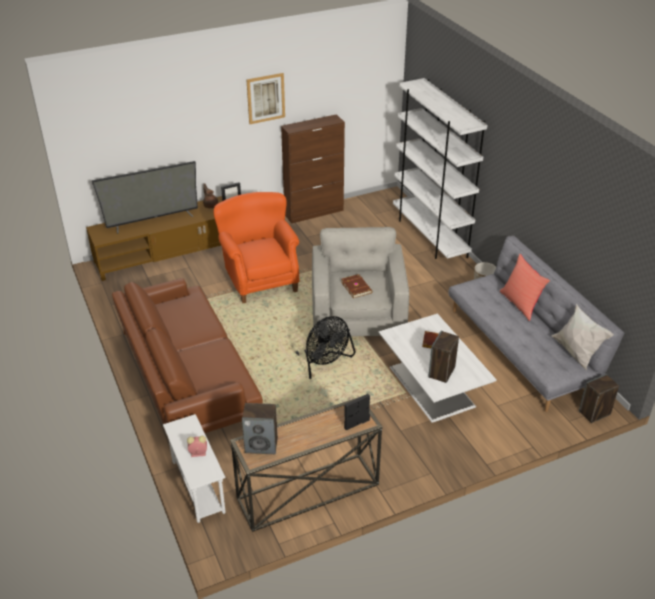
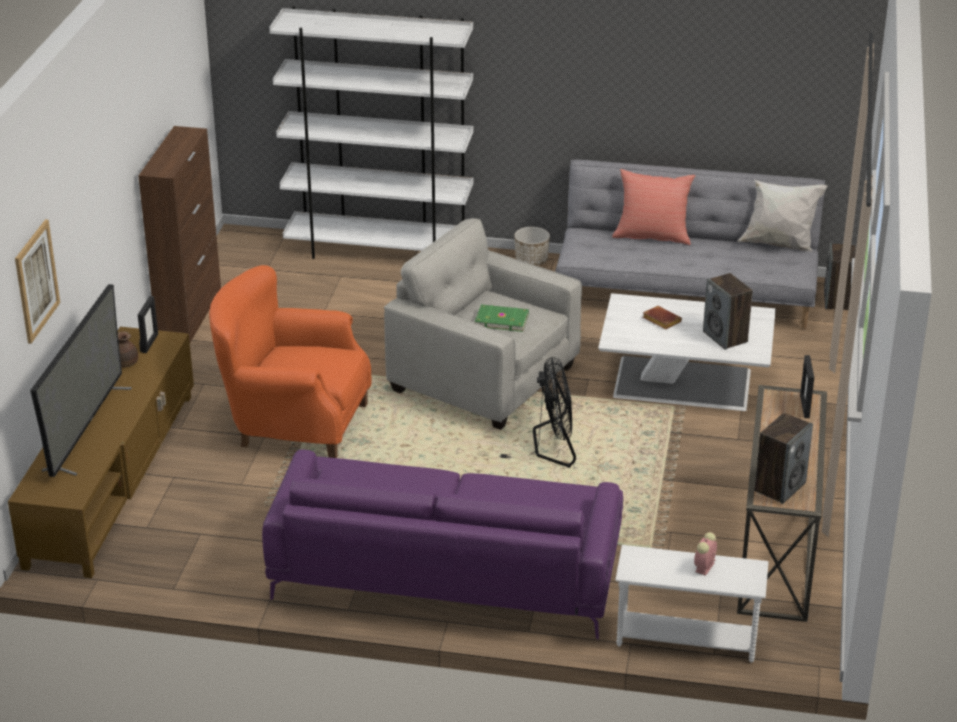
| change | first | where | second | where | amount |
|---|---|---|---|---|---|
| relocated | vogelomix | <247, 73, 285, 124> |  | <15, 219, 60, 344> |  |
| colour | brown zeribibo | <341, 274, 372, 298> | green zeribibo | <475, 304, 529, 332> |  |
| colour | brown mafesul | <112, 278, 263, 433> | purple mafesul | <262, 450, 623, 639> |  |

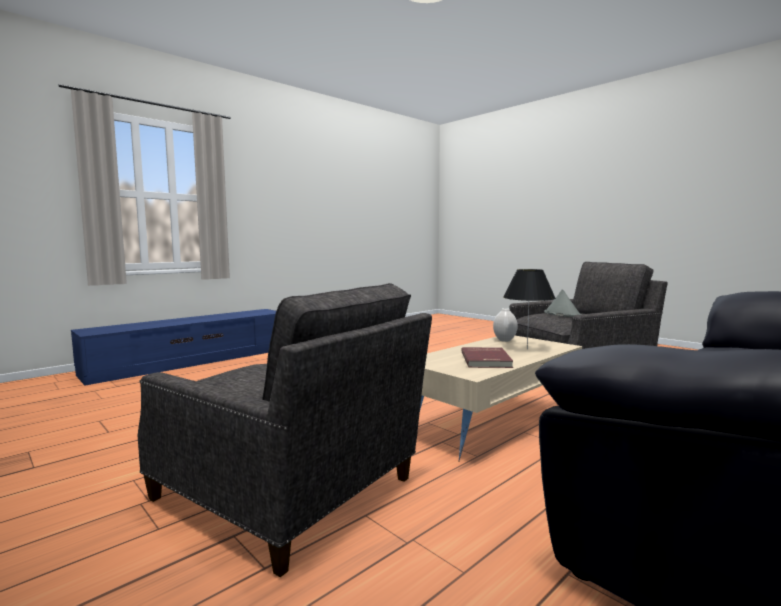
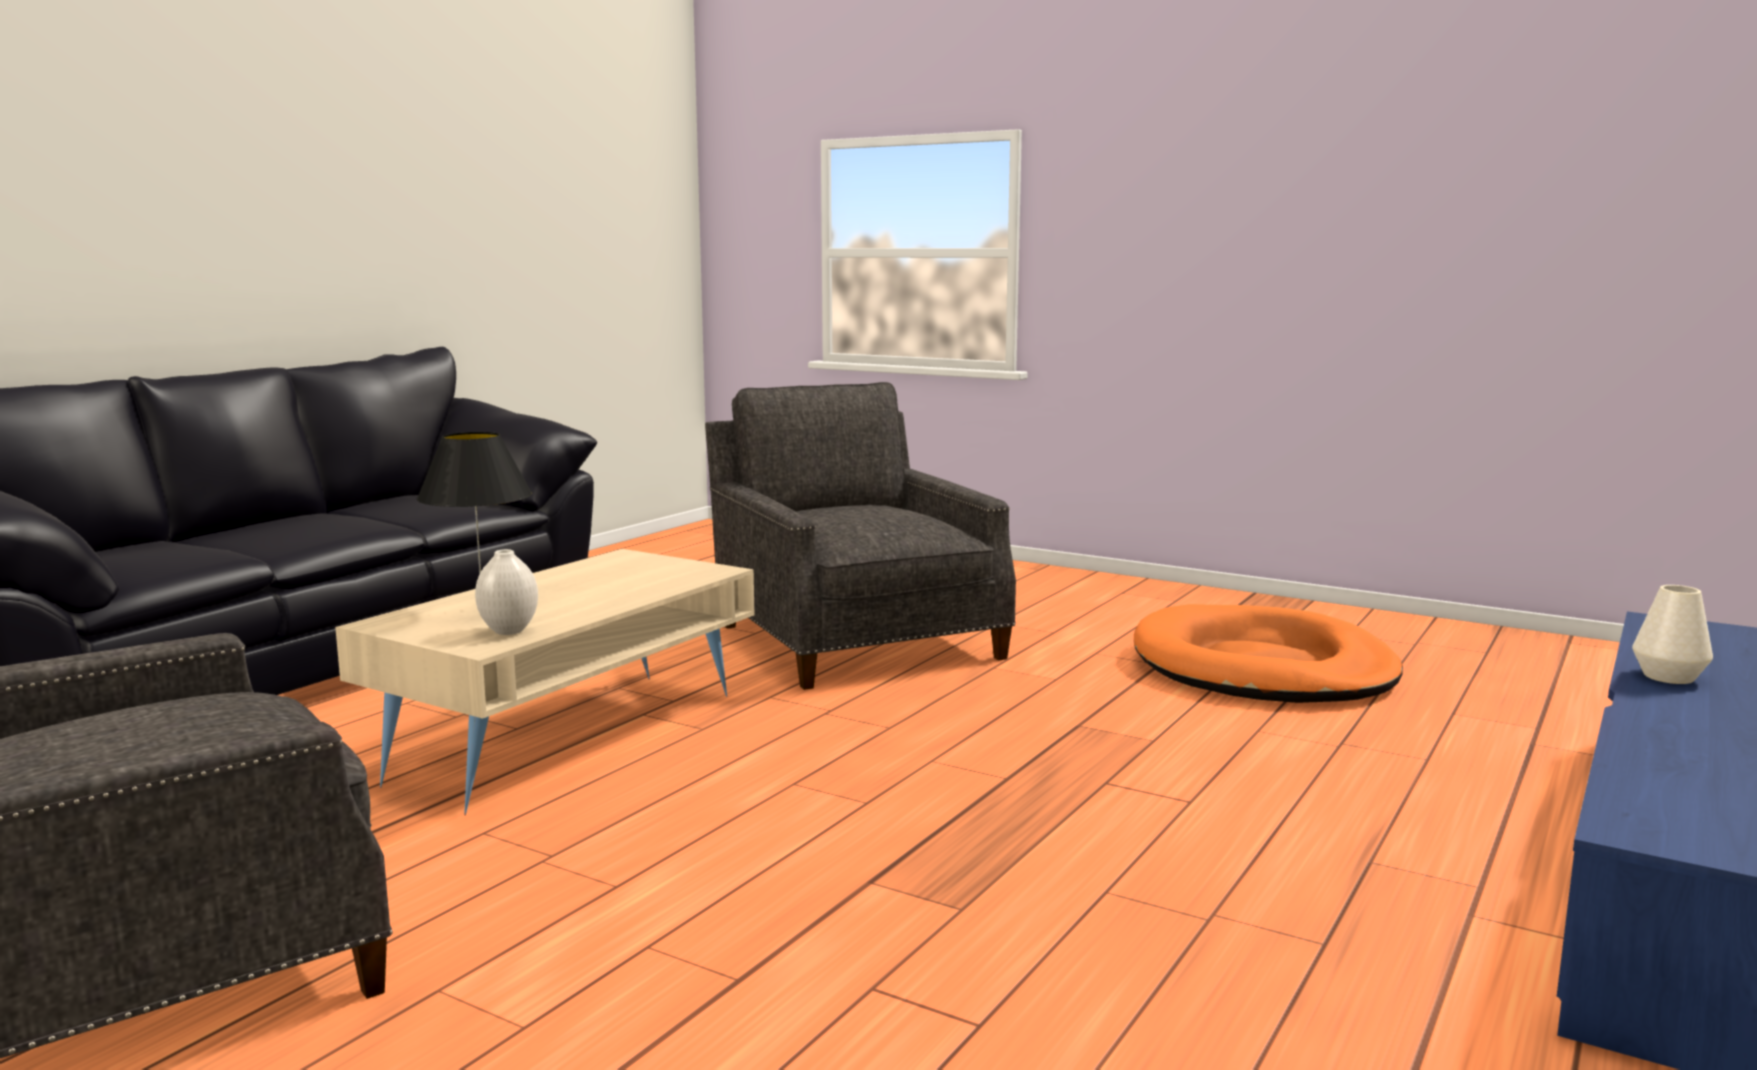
| change | first | where | second | where | amount |
|---|---|---|---|---|---|
| spun | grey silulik | <138, 283, 432, 577> |  | <705, 382, 1016, 690> | 45 degrees clockwise |
| missing | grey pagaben | <544, 289, 581, 317> |  |  |  |
| missing | red zeribibo | <461, 347, 513, 368> |  |  |  |
| appeared |  |  | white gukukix | <1632, 585, 1713, 684> |  |
| appeared |  |  | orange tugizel | <1134, 604, 1403, 703> |  |

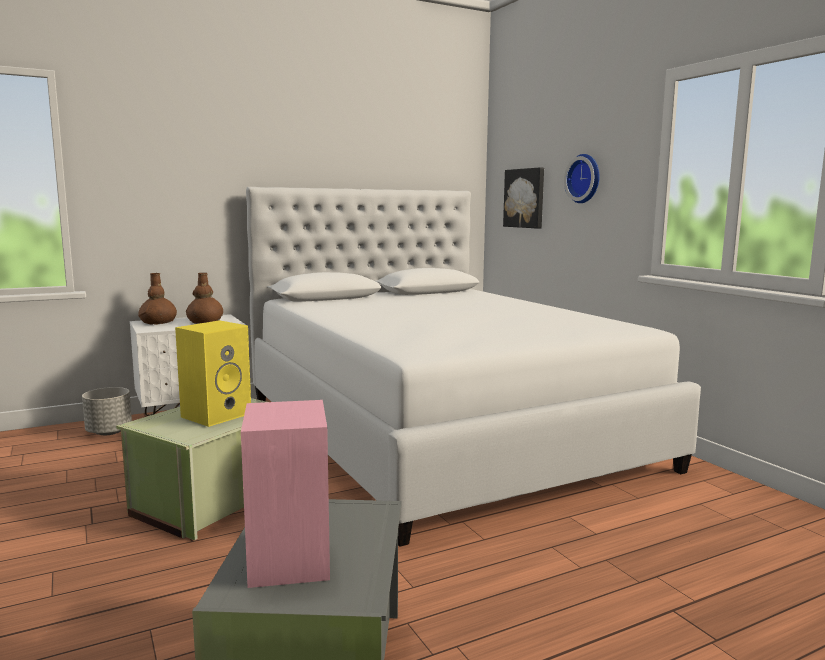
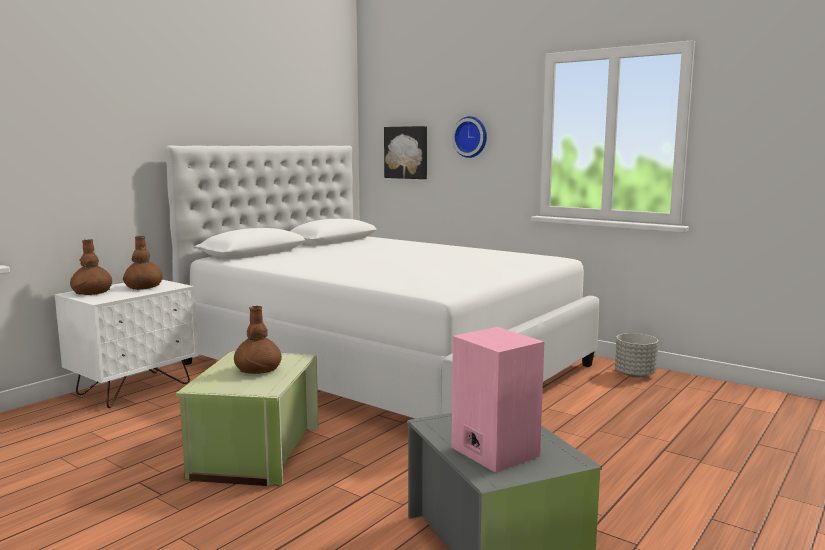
| change | first | where | second | where | amount |
|---|---|---|---|---|---|
| exchanged | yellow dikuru | <175, 320, 251, 427> | brown gukukix | <234, 306, 282, 374> |  |
| relocated | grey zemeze | <82, 387, 132, 435> |  | <615, 333, 658, 378> |  |

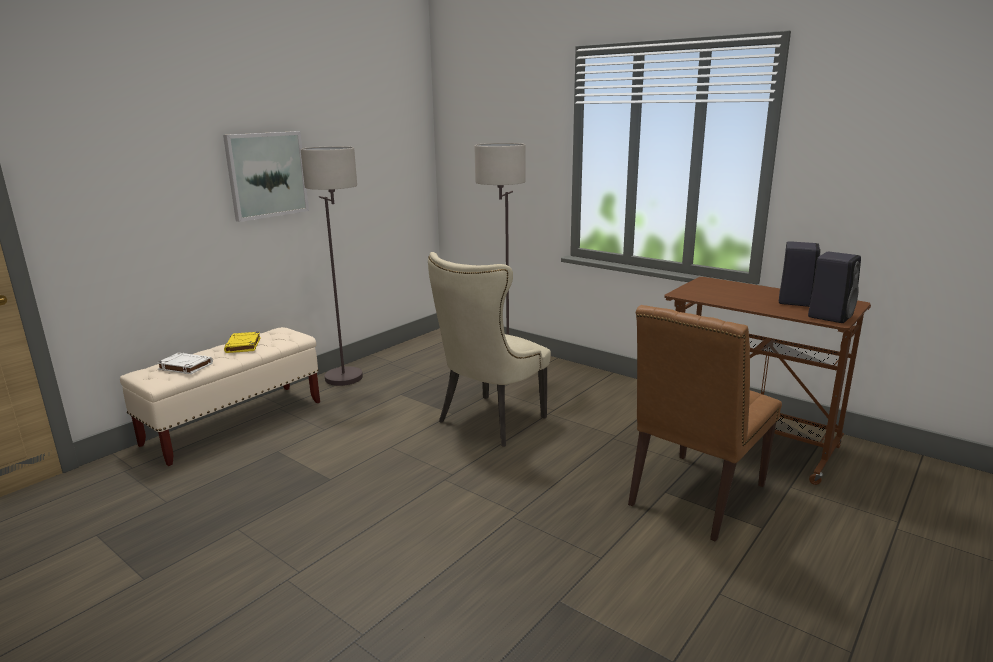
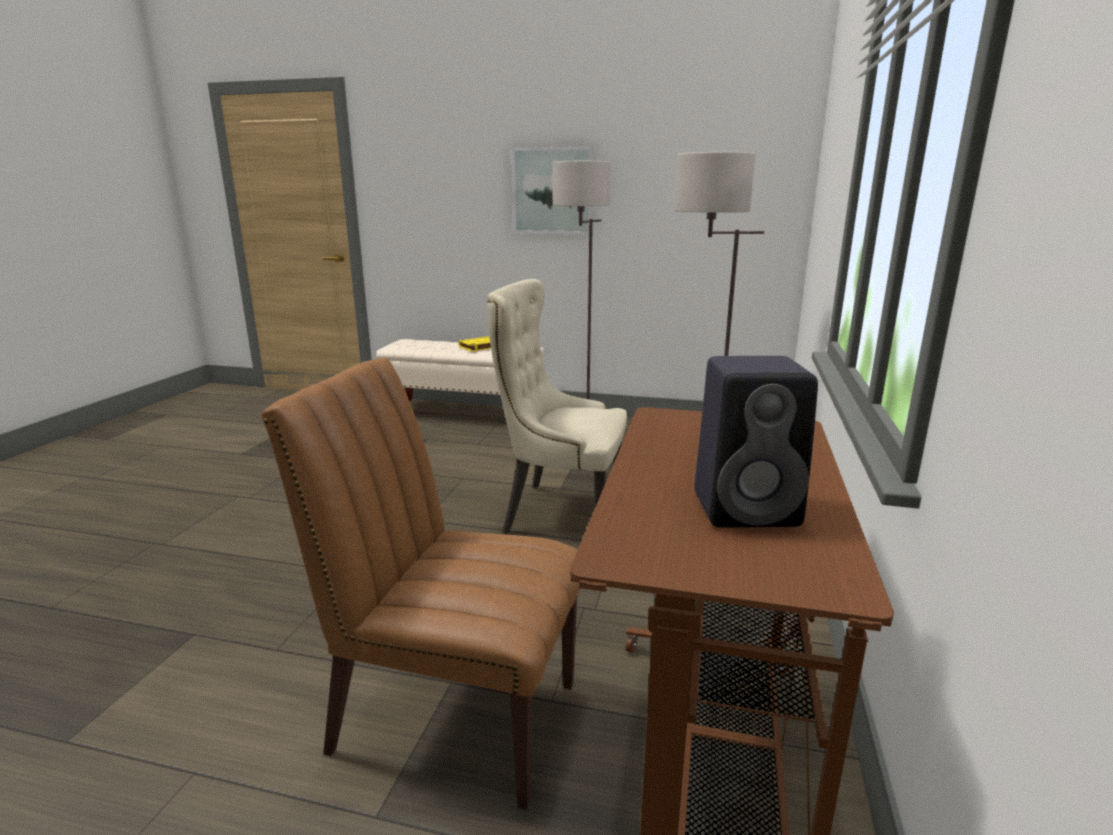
| change | first | where | second | where | amount |
|---|---|---|---|---|---|
| missing | black dikuru | <808, 252, 861, 323> |  |  |  |
| missing | white zeribibo | <157, 353, 213, 374> |  |  |  |

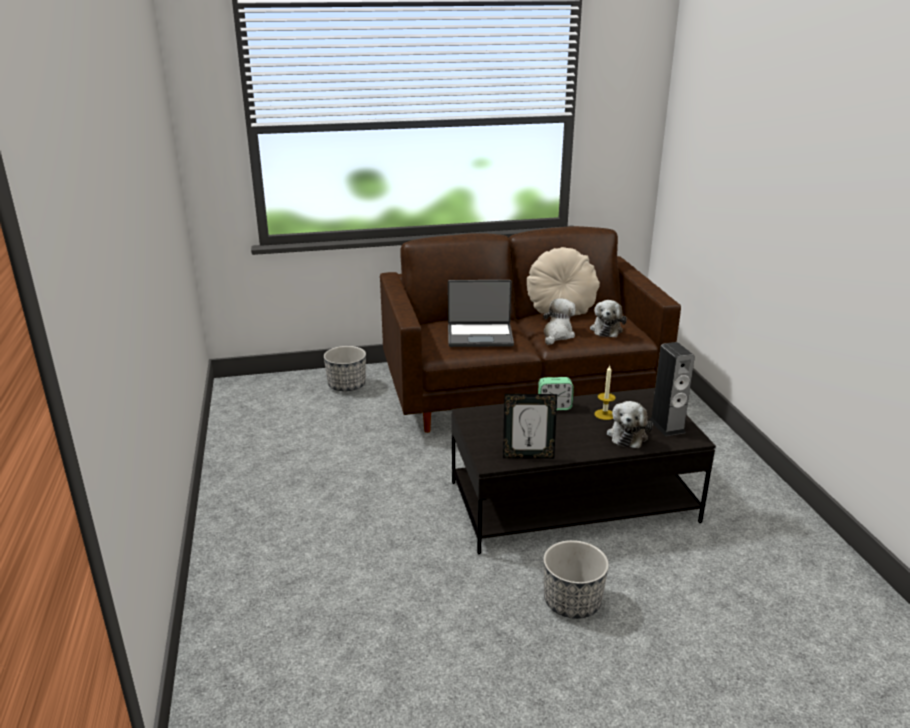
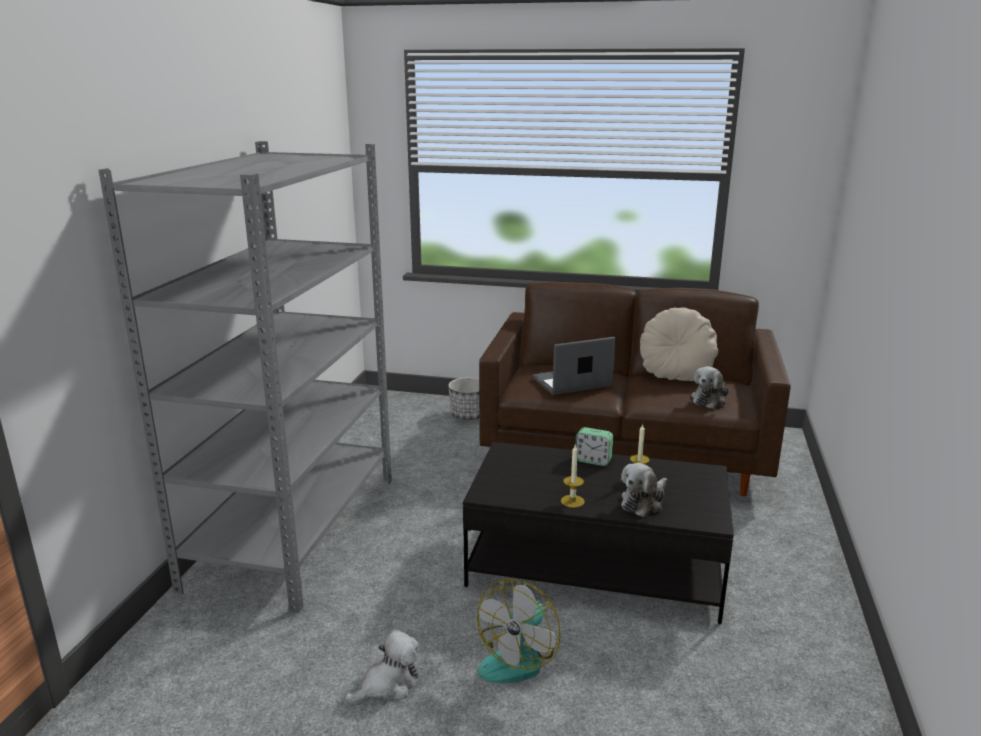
| change | first | where | second | where | amount |
|---|---|---|---|---|---|
| spun | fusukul | <448, 280, 514, 347> |  | <533, 337, 616, 395> | 135 degrees clockwise |
| relocated | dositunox | <543, 298, 576, 345> |  | <345, 629, 419, 705> |  |
| missing | dikuru | <649, 342, 695, 436> |  |  |  |
| missing | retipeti | <503, 394, 557, 459> |  |  |  |
| exchanged | zemeze | <543, 540, 609, 619> | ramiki | <477, 579, 561, 683> |  |
| appeared |  |  | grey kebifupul | <98, 141, 392, 613> |  |
| appeared |  |  | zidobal | <561, 445, 585, 508> |  |

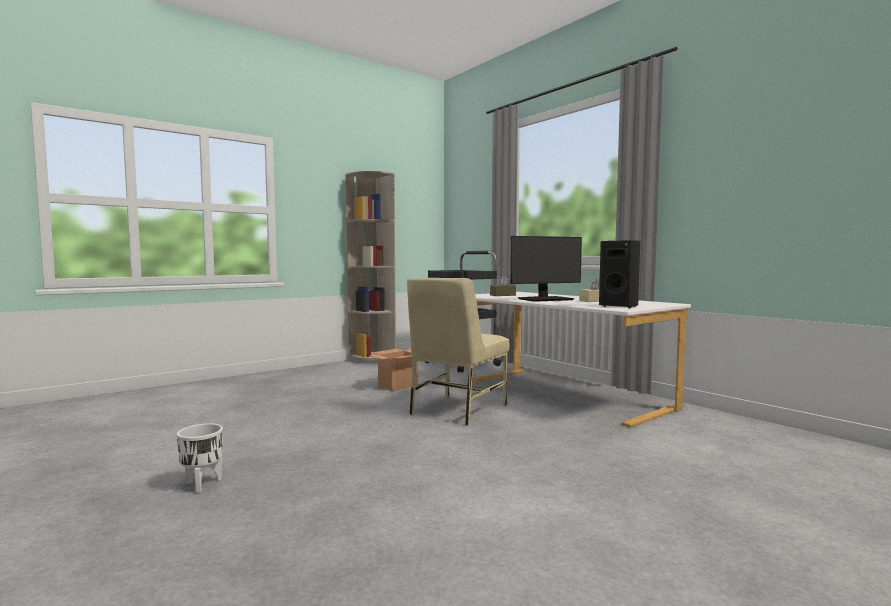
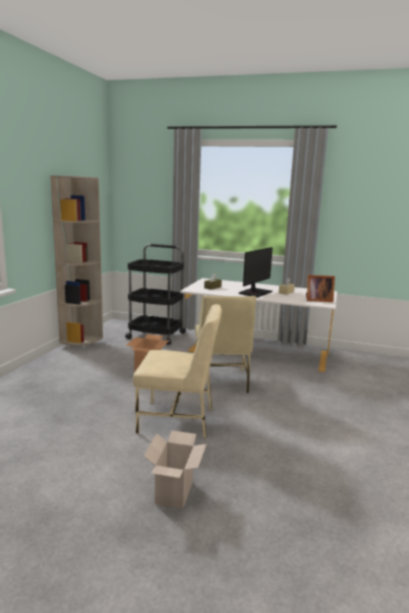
| change | first | where | second | where | amount |
|---|---|---|---|---|---|
| exchanged | black dikuru | <599, 240, 640, 308> | retipeti | <306, 275, 335, 302> |  |
| exchanged | white zemeze | <177, 423, 223, 493> | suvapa | <144, 430, 207, 509> |  |
| appeared |  |  | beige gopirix | <133, 304, 222, 438> |  |

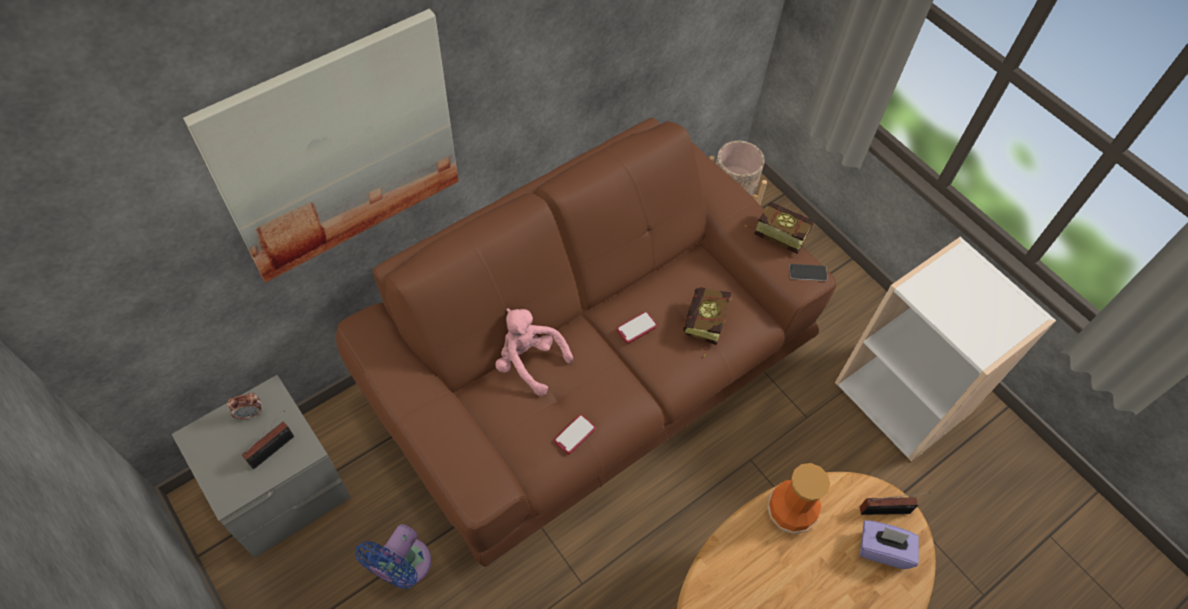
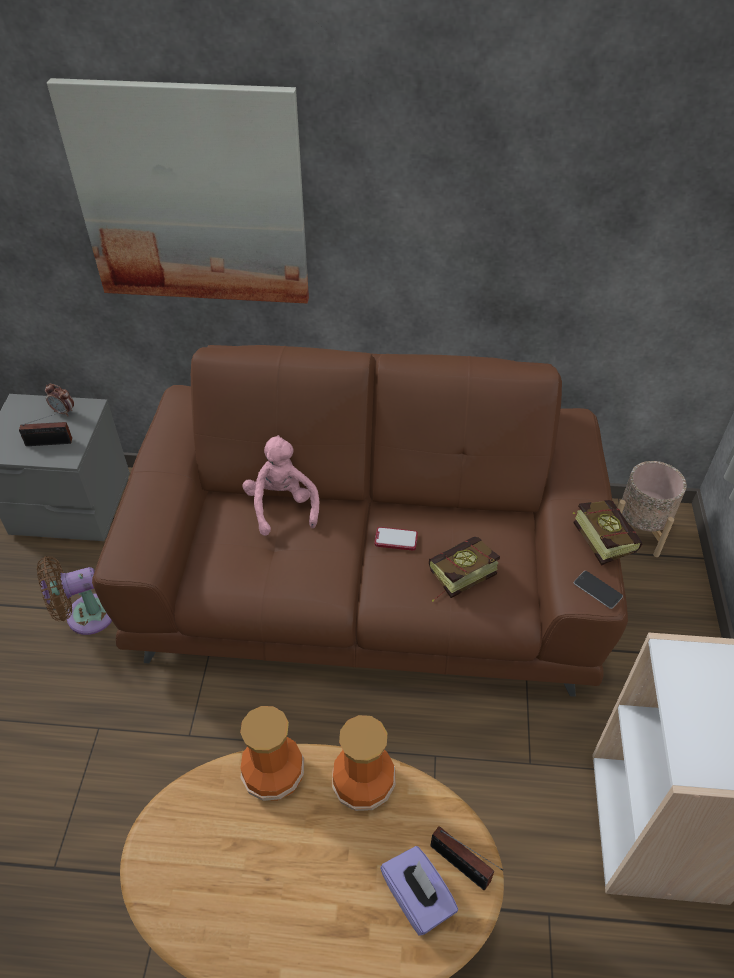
| change | first | where | second | where | amount |
|---|---|---|---|---|---|
| missing | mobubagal | <554, 415, 596, 454> |  |  |  |
| colour | blue ramiki | <355, 524, 431, 589> | brown ramiki | <37, 556, 112, 635> |  |
| appeared |  |  | gukukix | <240, 706, 304, 801> |  |

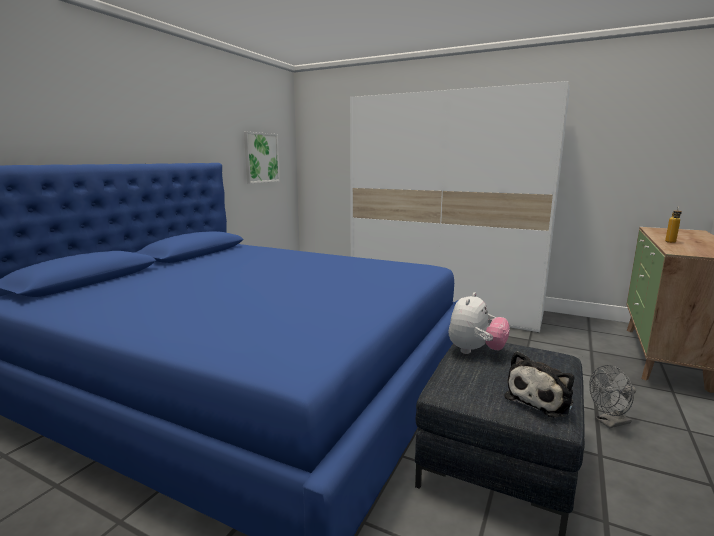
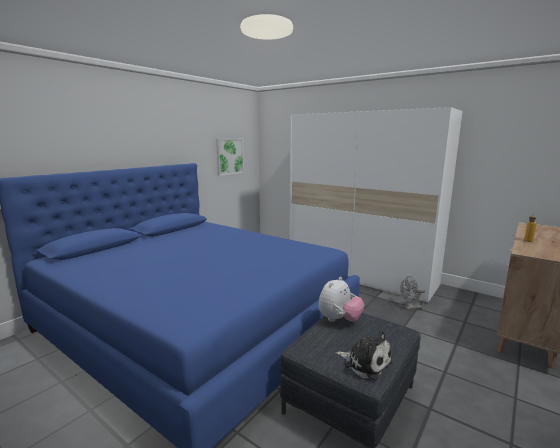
| change | first | where | second | where | amount |
|---|---|---|---|---|---|
| spun | dositunox | <504, 351, 574, 417> |  | <336, 330, 392, 380> | 105 degrees counterclockwise |
| relocated | grey ramiki | <589, 365, 636, 429> |  | <400, 276, 425, 310> |  |

